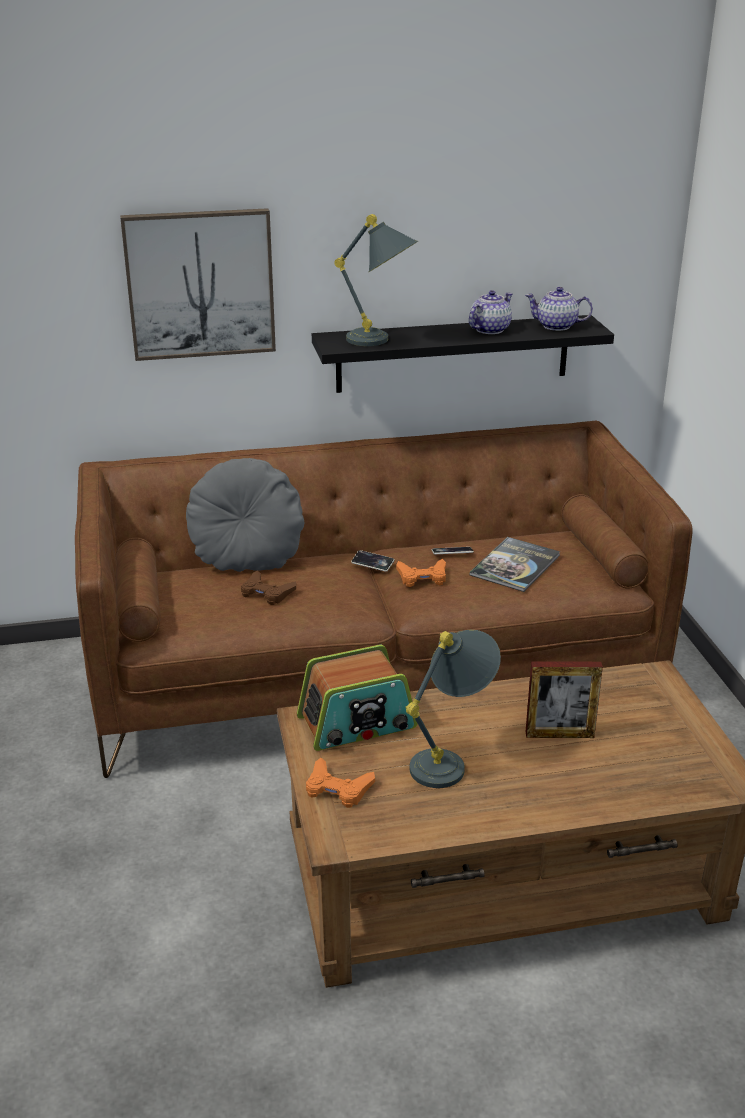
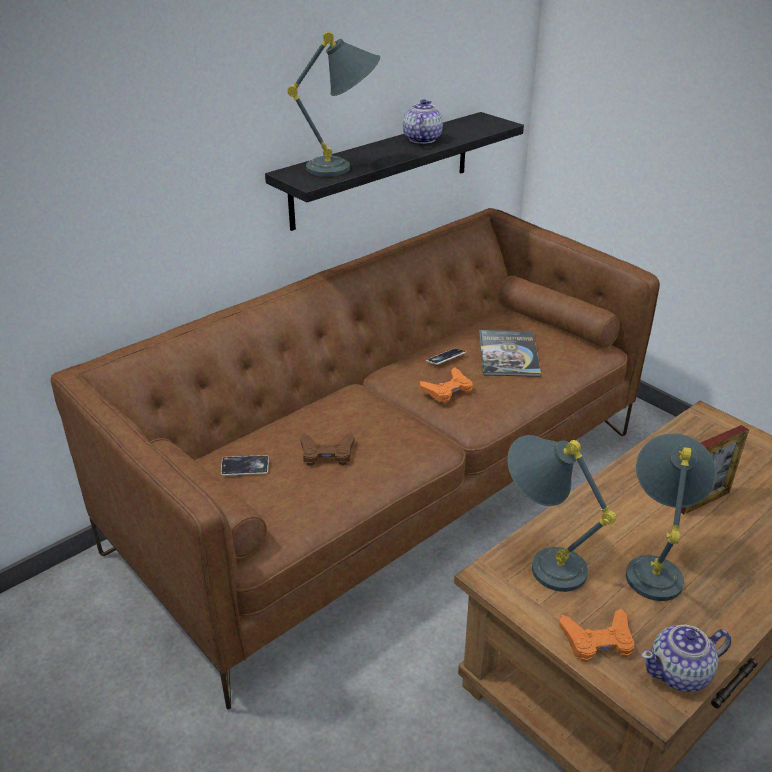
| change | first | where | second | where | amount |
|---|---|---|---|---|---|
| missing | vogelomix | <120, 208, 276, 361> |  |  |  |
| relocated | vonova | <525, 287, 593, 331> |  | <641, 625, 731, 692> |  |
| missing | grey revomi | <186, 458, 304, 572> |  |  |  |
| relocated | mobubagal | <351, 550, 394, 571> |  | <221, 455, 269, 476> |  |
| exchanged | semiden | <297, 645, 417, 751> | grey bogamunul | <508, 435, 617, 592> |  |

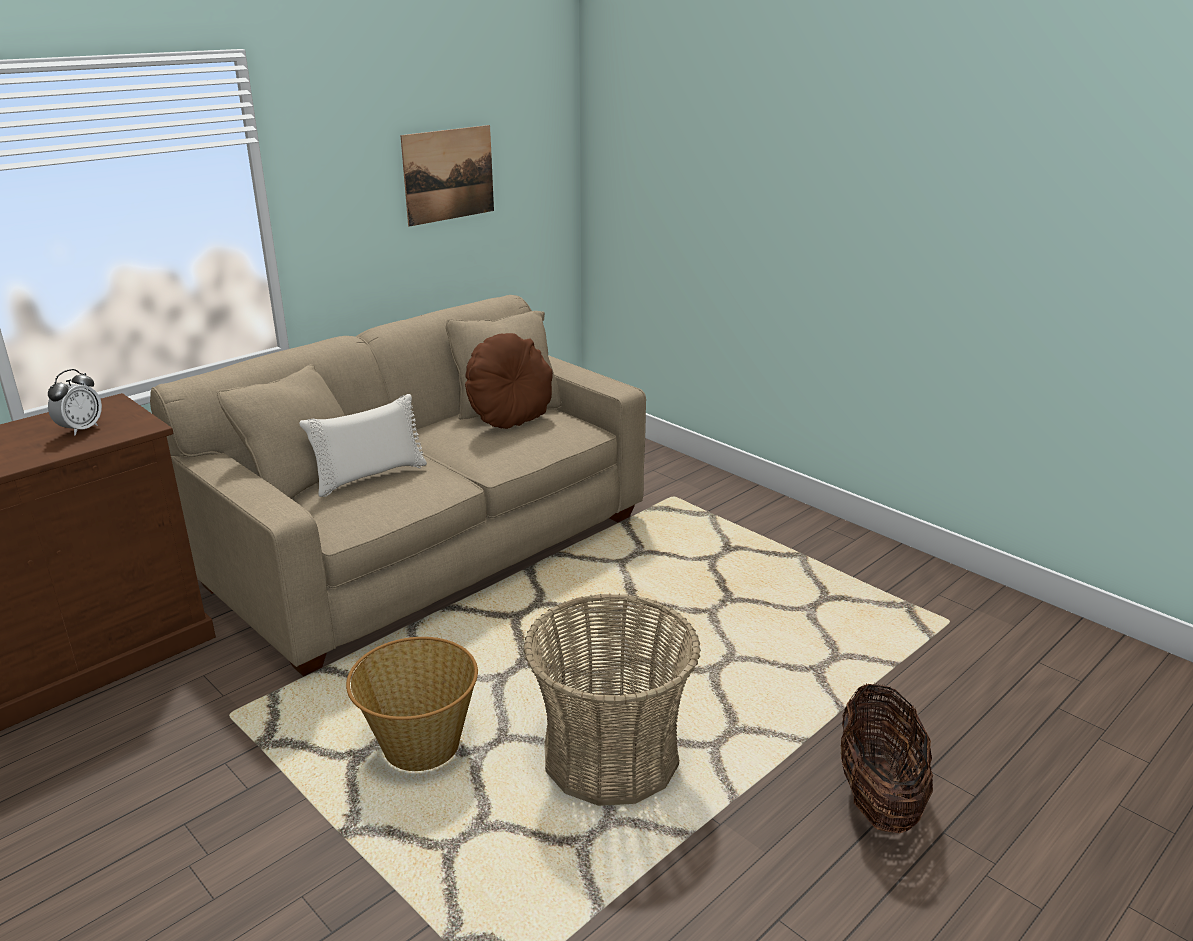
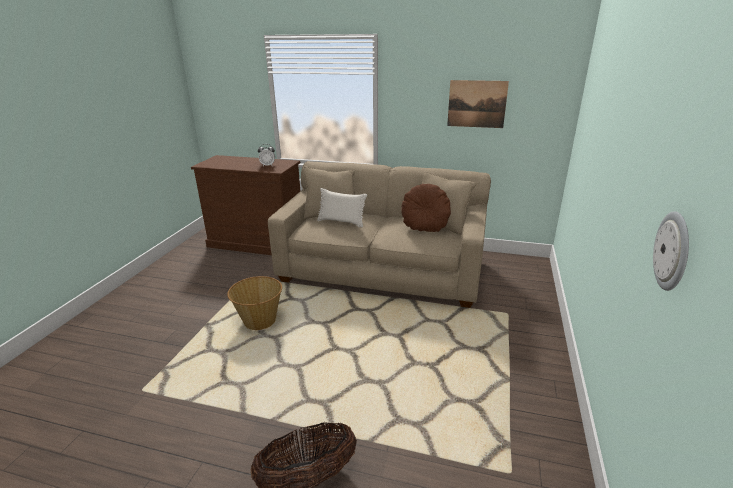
| change | first | where | second | where | amount |
|---|---|---|---|---|---|
| missing | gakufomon | <523, 593, 701, 806> |  |  |  |
| appeared |  |  | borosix | <653, 211, 689, 291> |  |

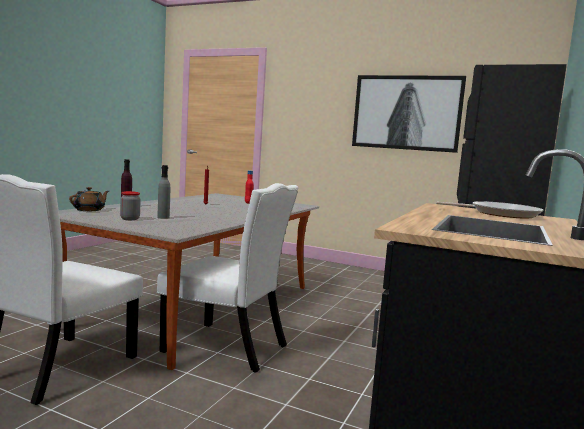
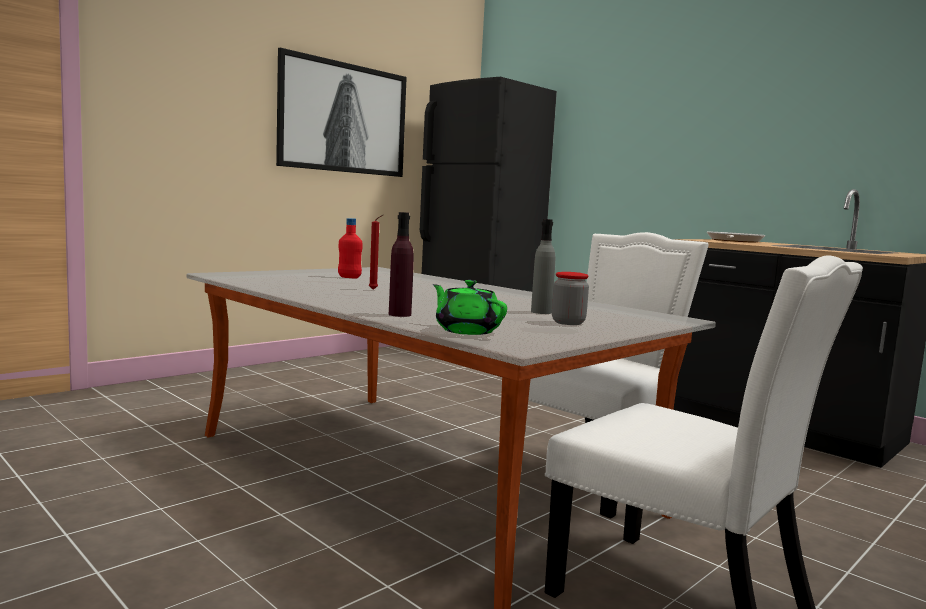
| change | first | where | second | where | amount |
|---|---|---|---|---|---|
| colour | brown vonova | <69, 187, 109, 211> | green vonova | <433, 280, 507, 335> |  |

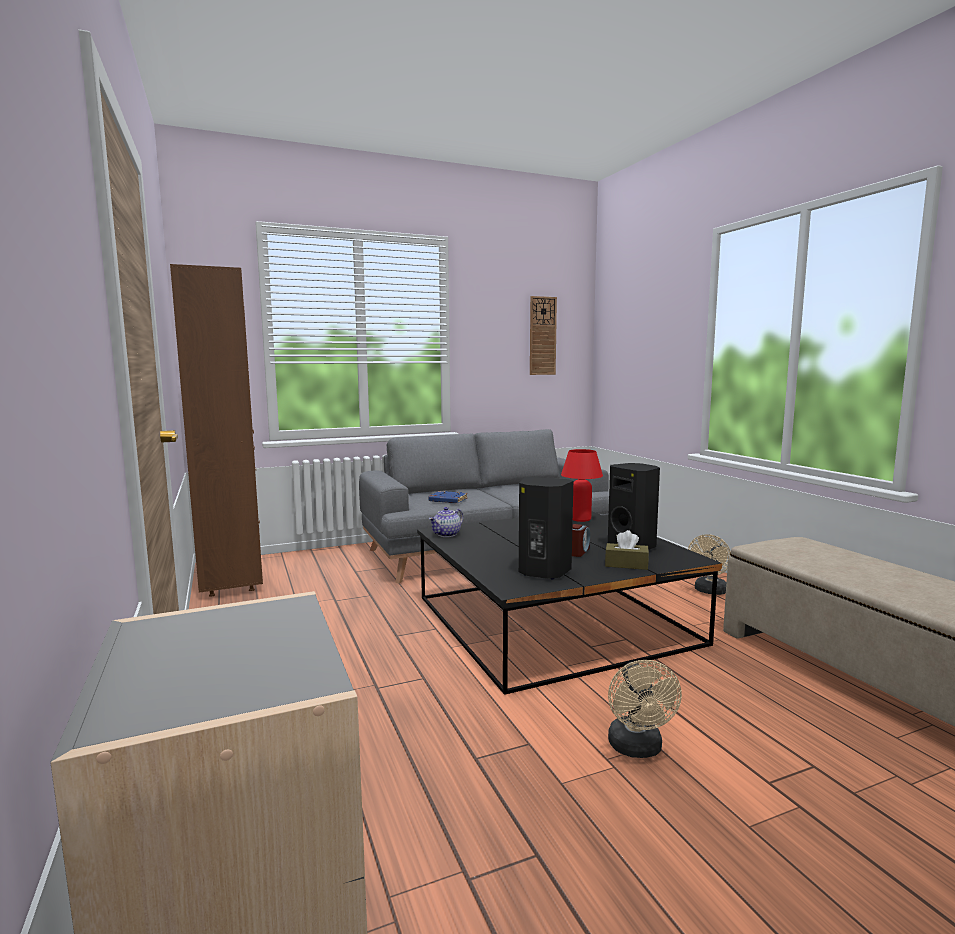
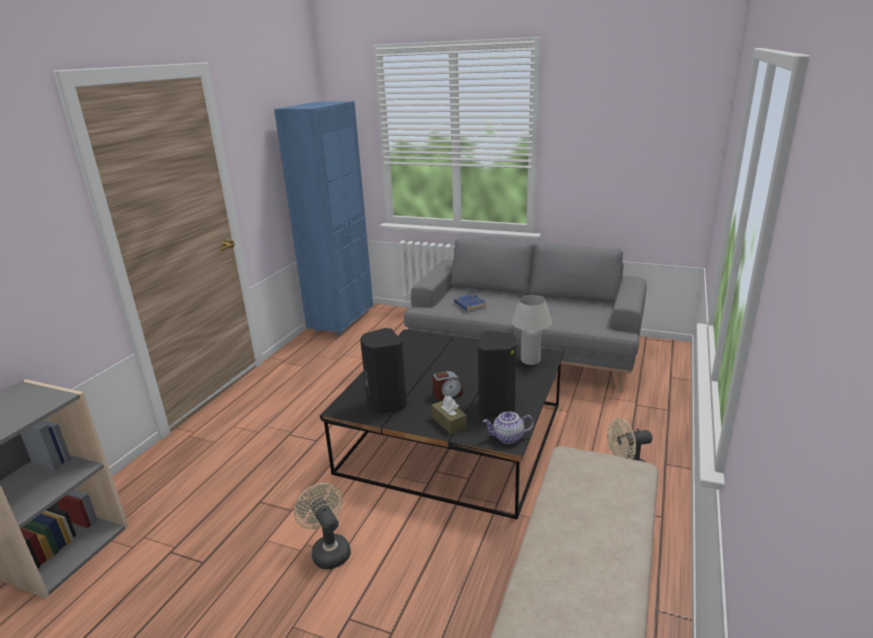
| change | first | where | second | where | amount |
|---|---|---|---|---|---|
| colour | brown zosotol | <170, 264, 263, 597> | blue zosotol | <274, 101, 373, 335> |  |
| missing | borosix | <530, 296, 557, 375> |  |  |  |
| colour | red bogamunul | <561, 449, 603, 522> | white bogamunul | <511, 295, 552, 365> |  |
| relocated | vonova | <429, 507, 463, 537> |  | <483, 411, 534, 444> |  |
| spun | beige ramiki | <608, 660, 682, 758> |  | <294, 483, 351, 569> | 105 degrees clockwise |

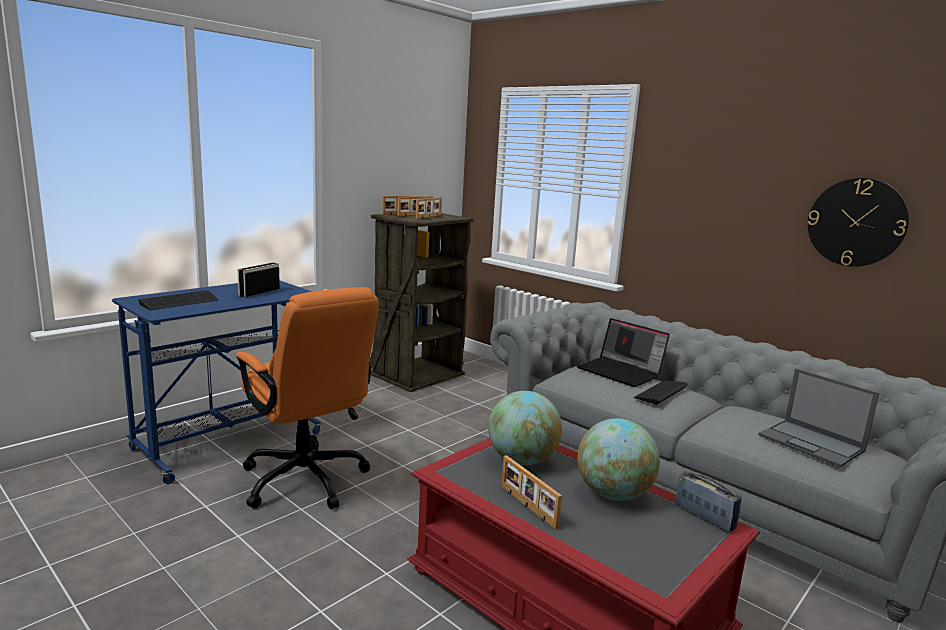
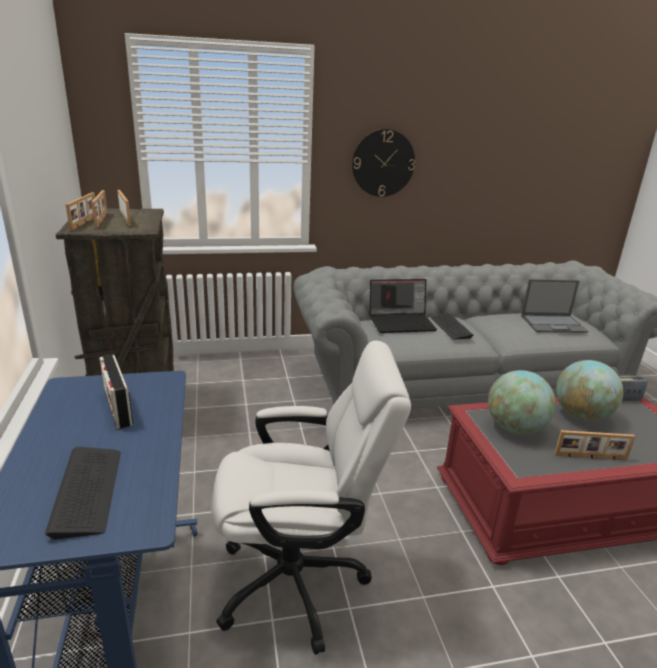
| change | first | where | second | where | amount |
|---|---|---|---|---|---|
| relocated | borosix | <808, 178, 909, 267> |  | <352, 129, 415, 197> |  |
| colour | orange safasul | <236, 287, 379, 509> | white safasul | <211, 340, 411, 655> |  |

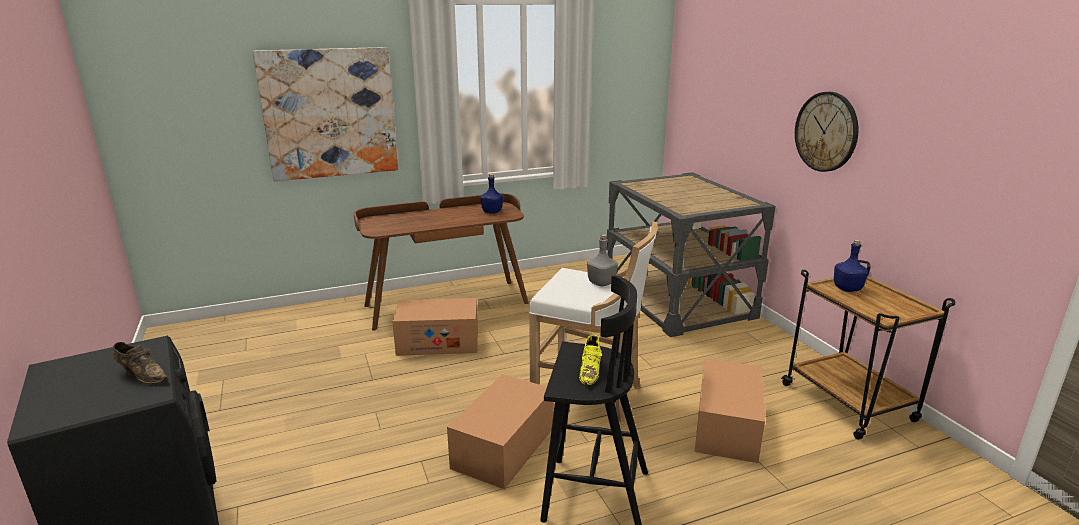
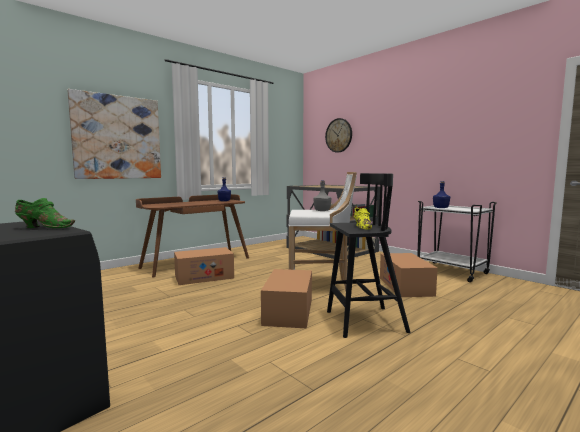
| change | first | where | second | where | amount |
|---|---|---|---|---|---|
| relocated | borosix | <795, 92, 858, 172> |  | <325, 118, 352, 153> |  |
| colour | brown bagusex | <781, 260, 956, 439> | white bagusex | <417, 201, 497, 282> |  |
| colour | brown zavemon | <113, 342, 167, 384> | green zavemon | <15, 198, 75, 228> |  |

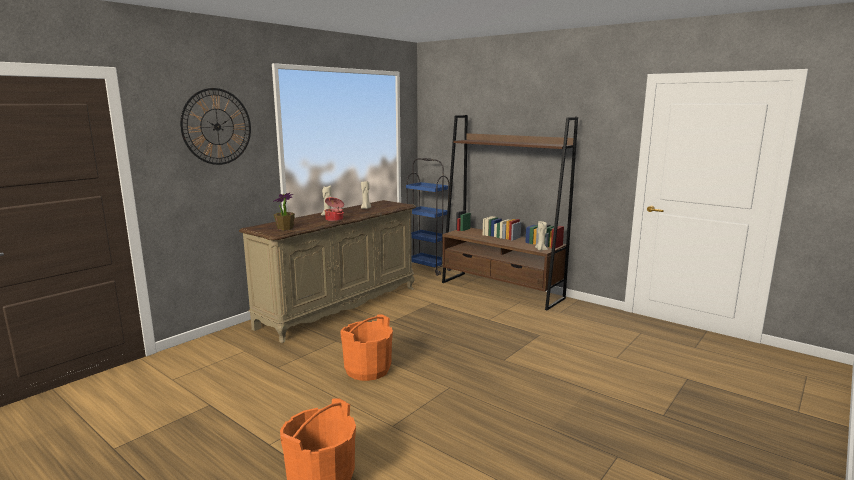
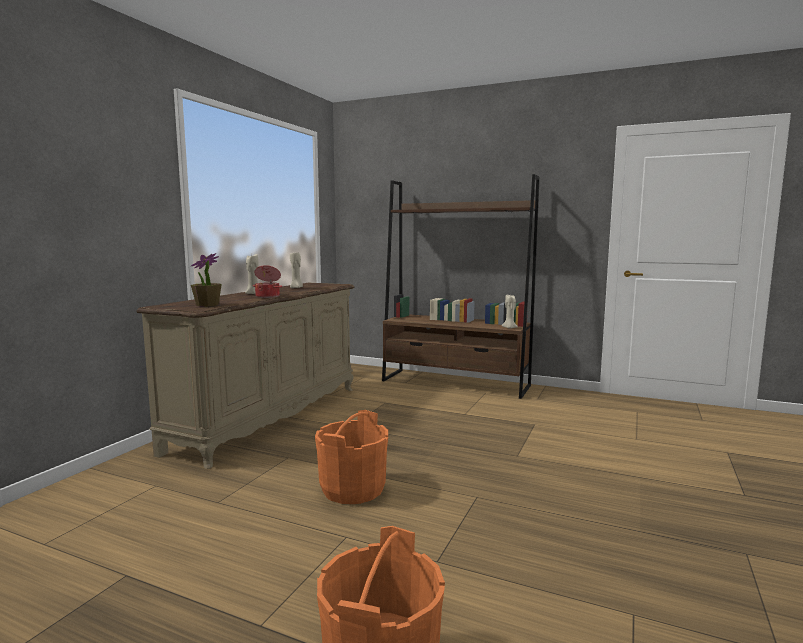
| change | first | where | second | where | amount |
|---|---|---|---|---|---|
| missing | borosix | <180, 88, 251, 165> |  |  |  |
| missing | blue bagusex | <406, 158, 452, 276> |  |  |  |

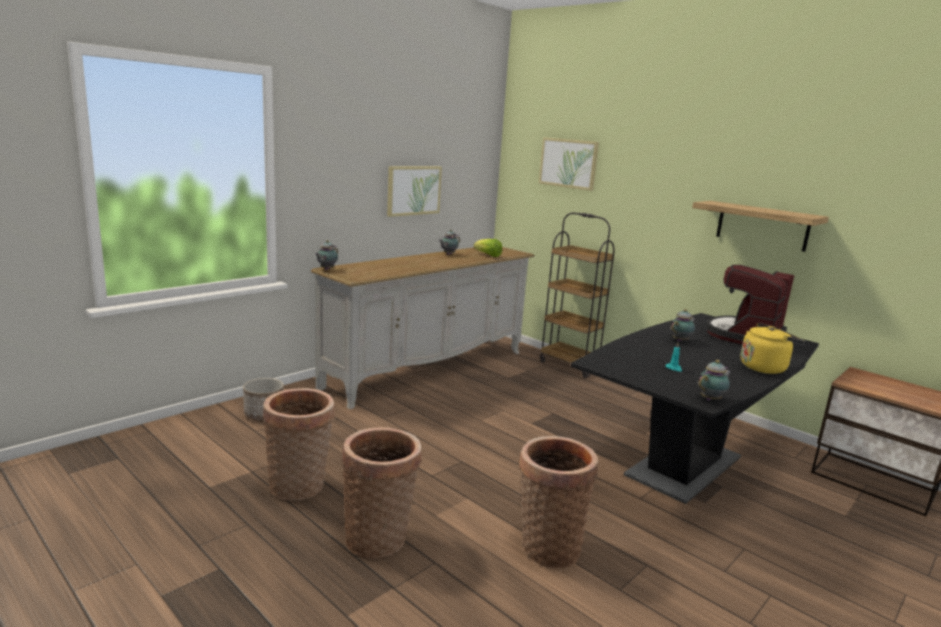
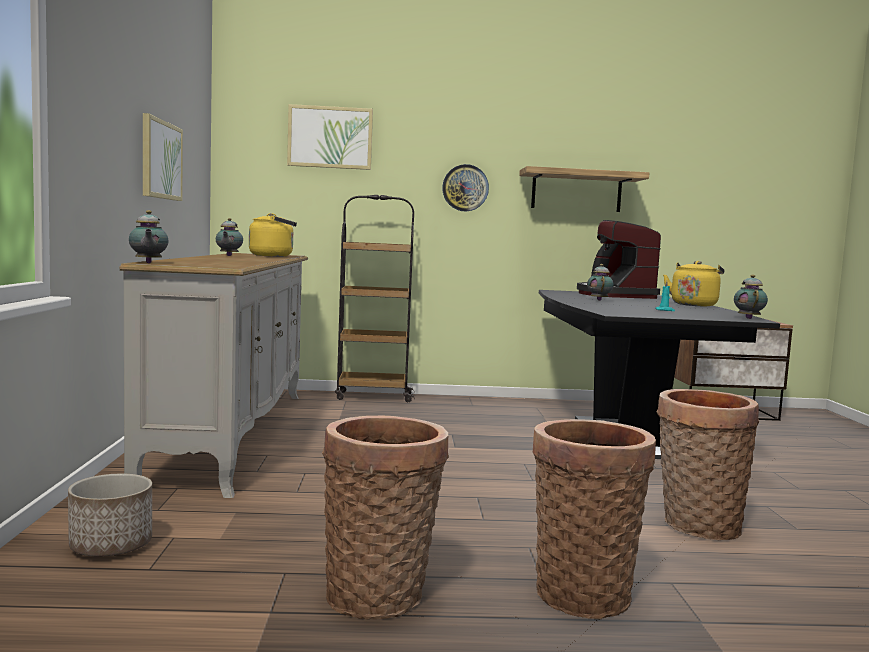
| change | first | where | second | where | amount |
|---|---|---|---|---|---|
| exchanged | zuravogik | <474, 239, 502, 257> | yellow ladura | <249, 213, 297, 257> |  |
| appeared |  |  | borosix | <442, 164, 489, 212> |  |

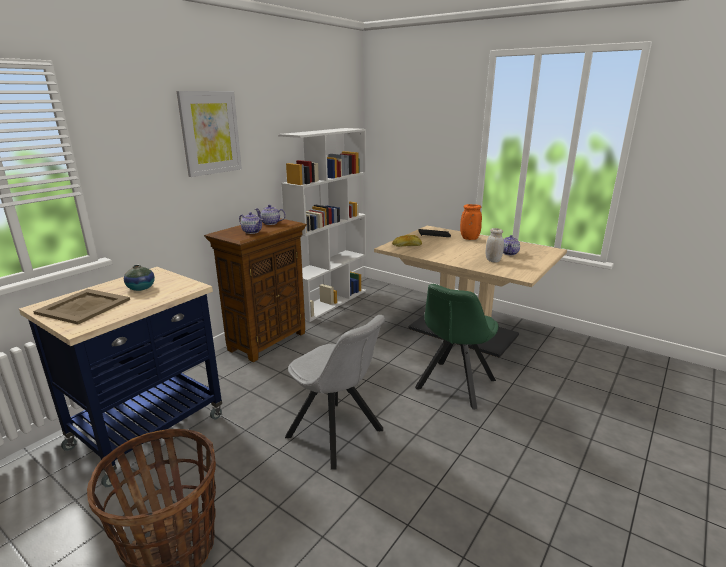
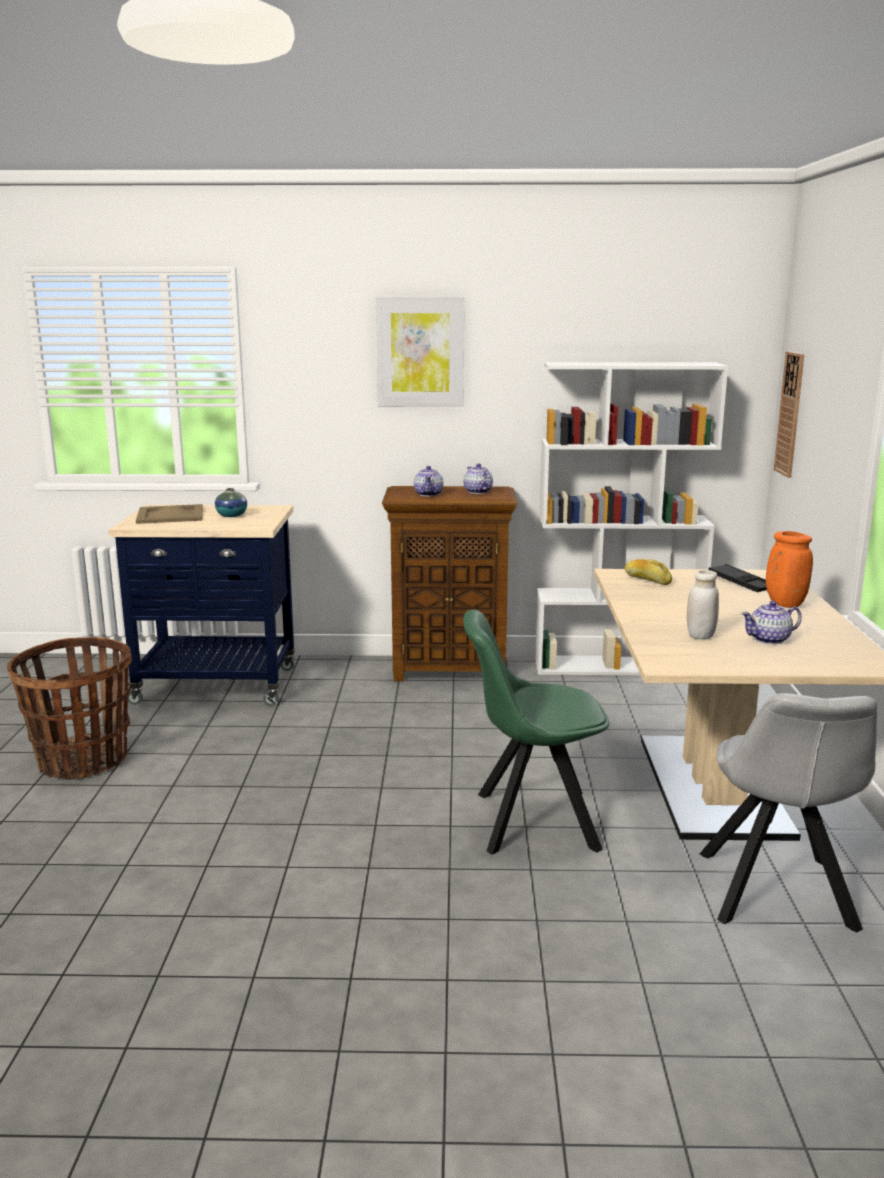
| change | first | where | second | where | amount |
|---|---|---|---|---|---|
| relocated | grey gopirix | <285, 315, 385, 470> |  | <700, 693, 877, 933> |  |
| appeared |  |  | borosix | <774, 351, 805, 478> |  |

